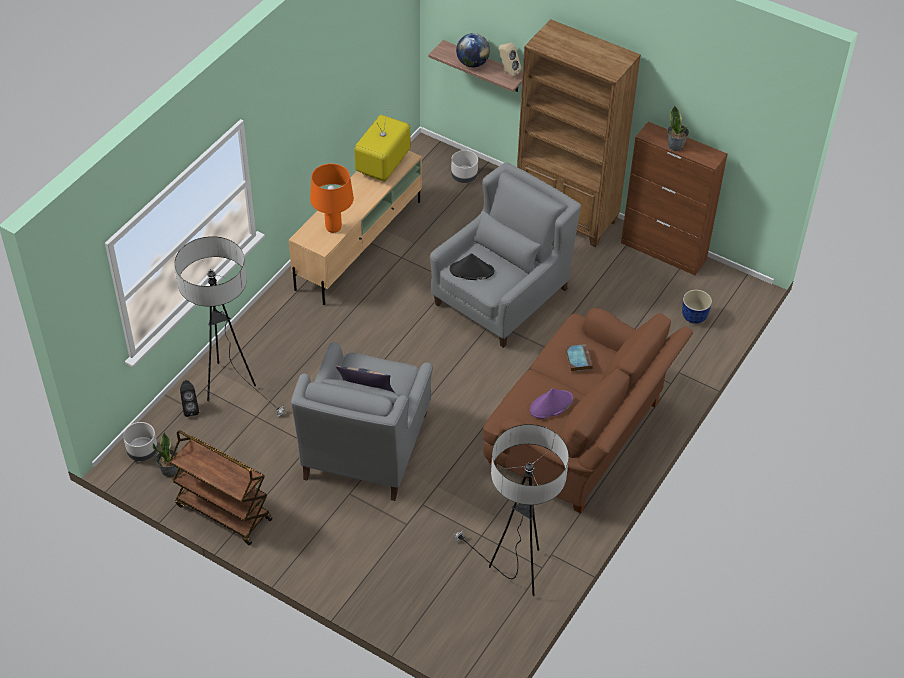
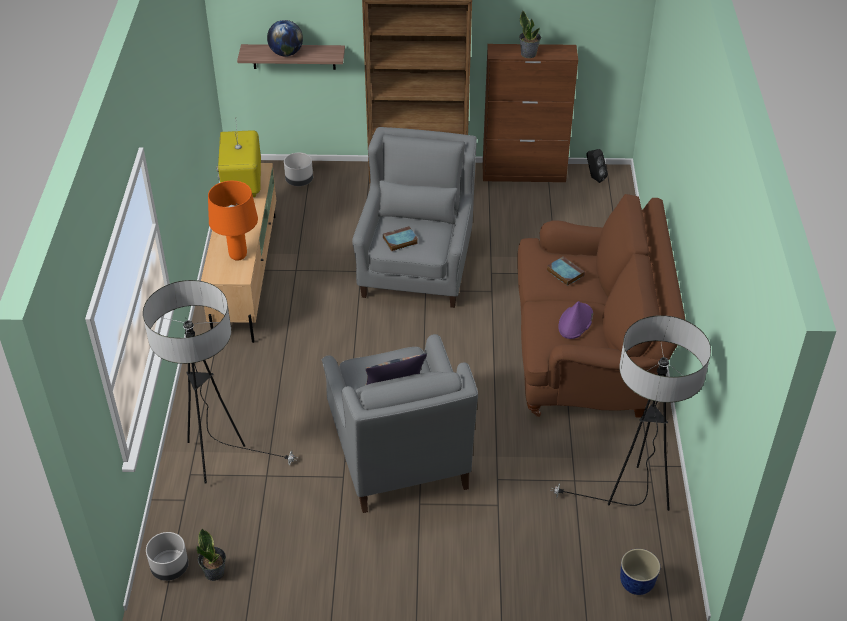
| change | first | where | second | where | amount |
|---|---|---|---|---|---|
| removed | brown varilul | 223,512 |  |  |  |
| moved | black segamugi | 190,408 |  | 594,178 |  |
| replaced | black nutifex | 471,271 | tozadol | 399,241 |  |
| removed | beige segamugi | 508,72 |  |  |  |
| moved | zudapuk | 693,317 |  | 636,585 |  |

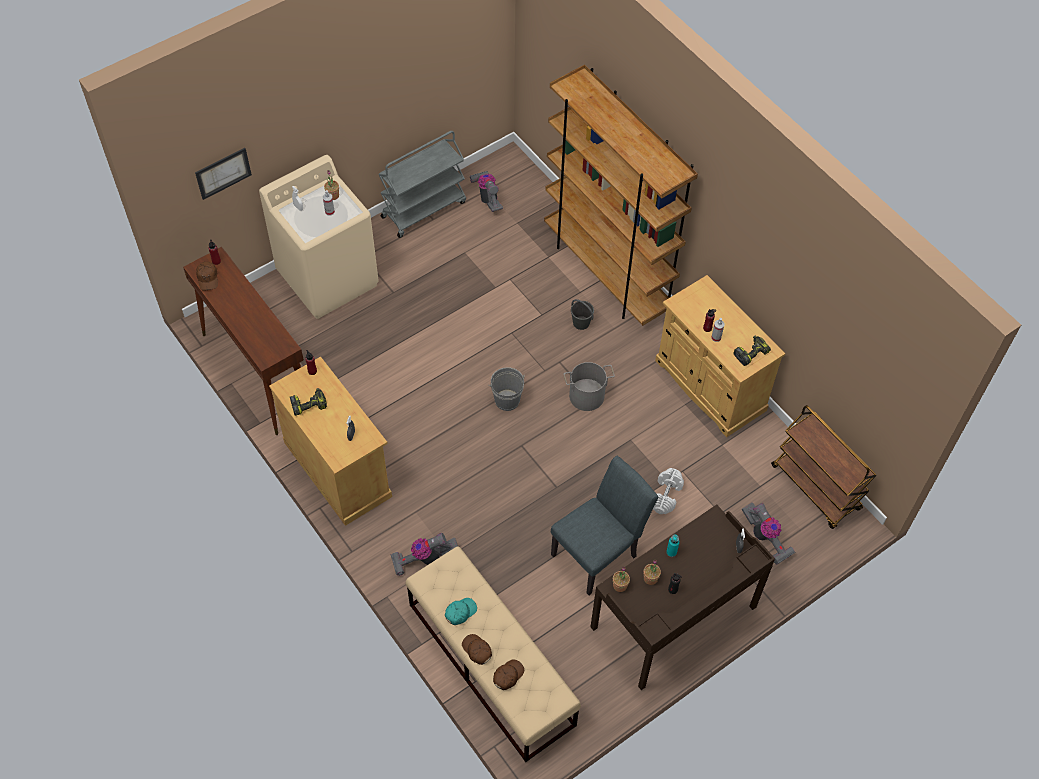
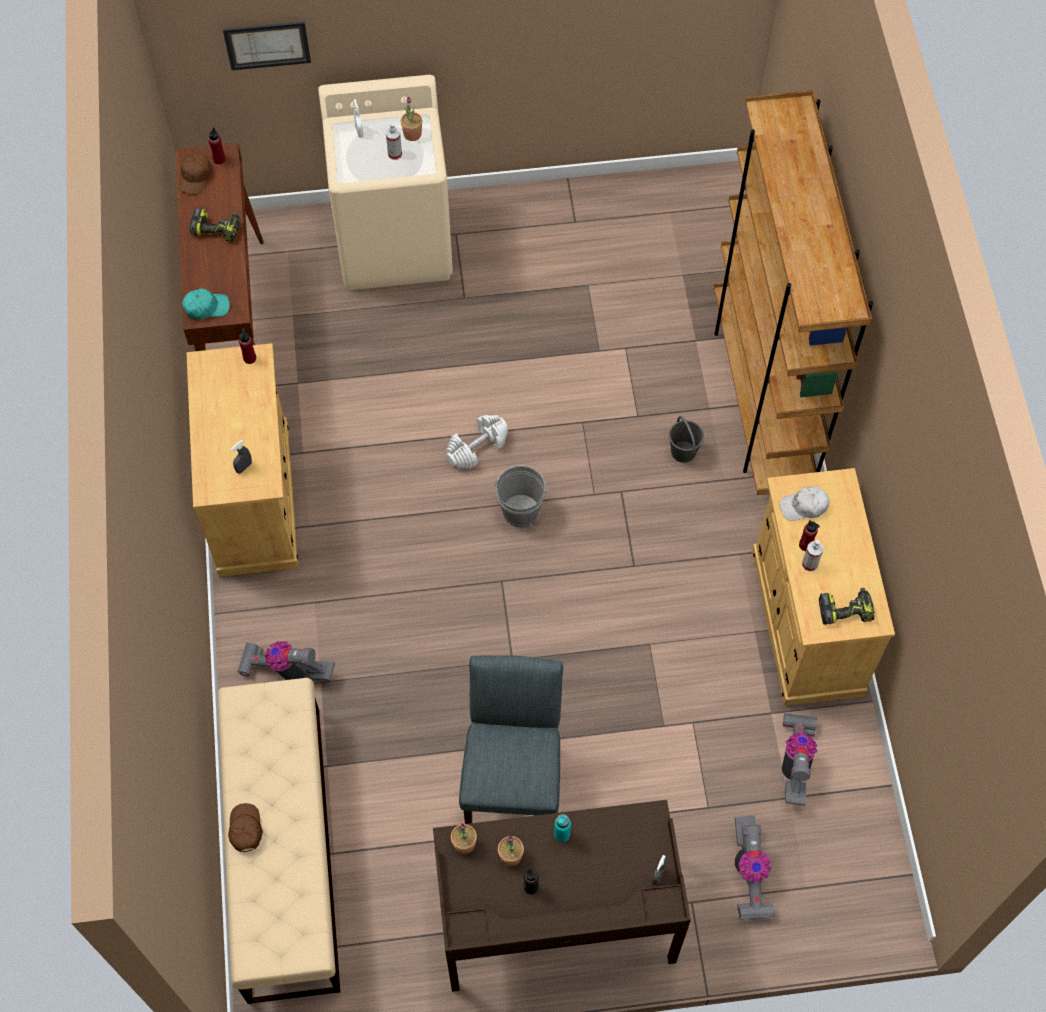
| change | first | where | second | where | amount |
|---|---|---|---|---|---|
| moved | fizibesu | 309,404 |  | 217,228 |  |
| removed | grey varilul | 424,209 |  |  |  |
| moved | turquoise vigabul | 460,612 |  | 206,307 |  |
| moved | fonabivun | 487,197 |  | 796,763 |  |
| removed | brown vigabul | 508,676 |  |  |  |
| turned | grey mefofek | 599,552 |  | 513,776 | 75 degrees counterclockwise |
| removed | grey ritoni | 587,396 |  |  |  |
| moved | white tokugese | 665,495 |  | 477,447 |  |
| removed | brown varilul | 816,488 |  |  |  |
| added |  |  | white vigabul | 804,506 |  |

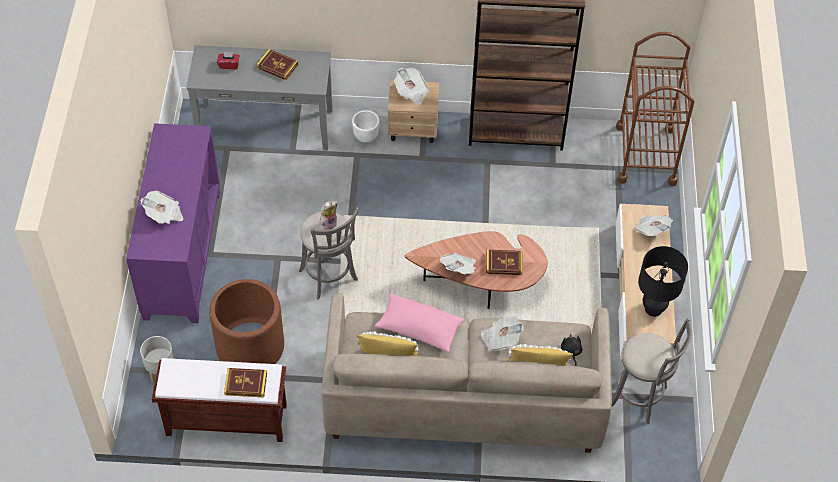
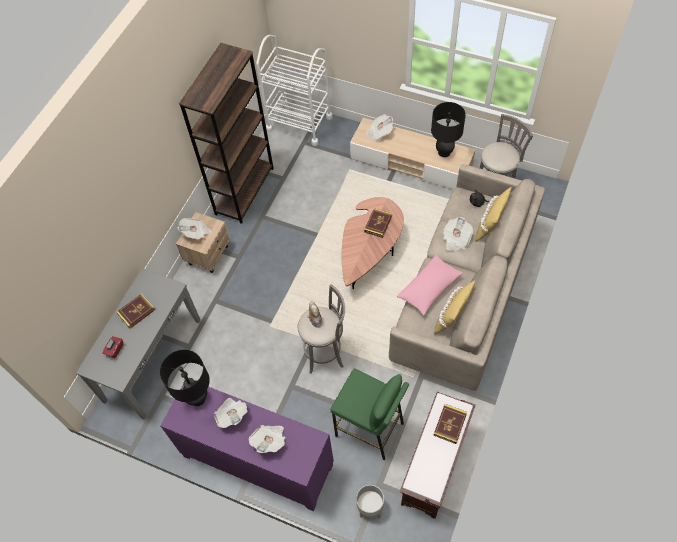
| change | first | where | second | where | amount |
|---|---|---|---|---|---|
| replaced | brown zudapuk | 250,346 | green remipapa | 370,429 |  |
| removed | white zudapuk | 366,136 |  |  |  |
| moved | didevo | 459,269 |  | 232,415 |  |
| recoloured | brown varilul | 646,154 | white varilul | 299,123 |  |
| added |  |  | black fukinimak | 197,398 |  |

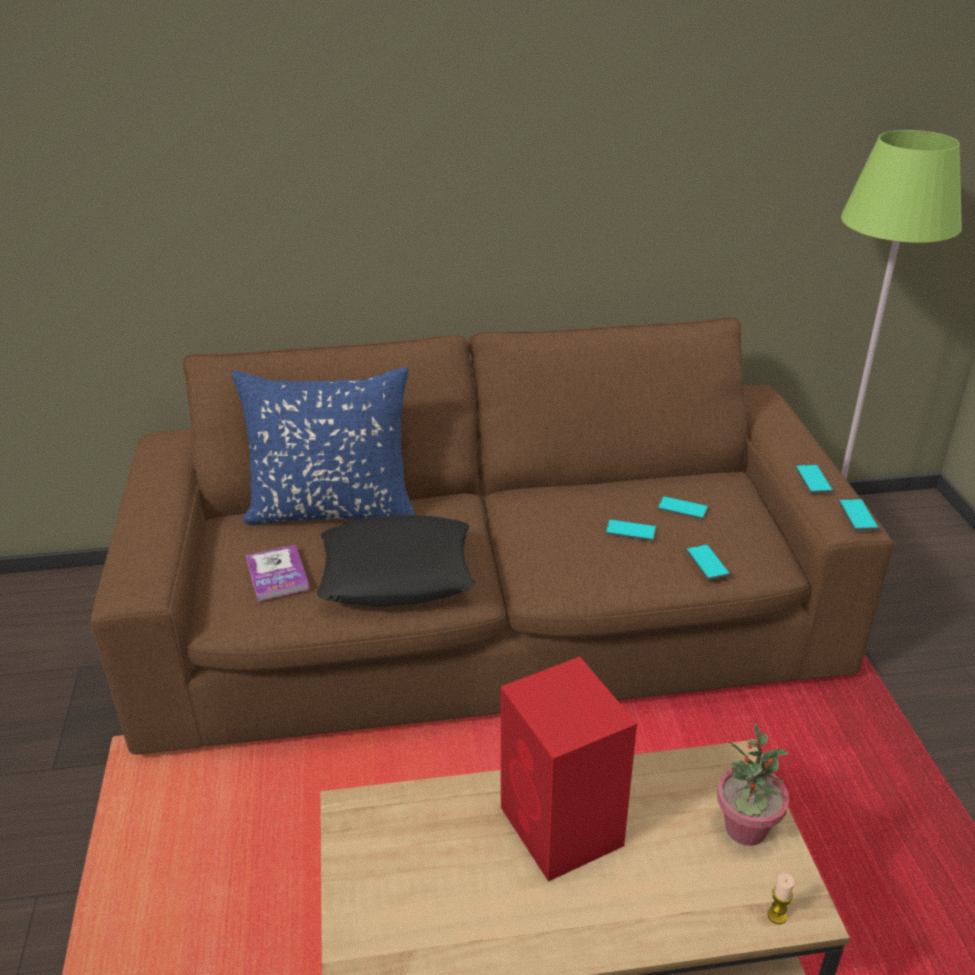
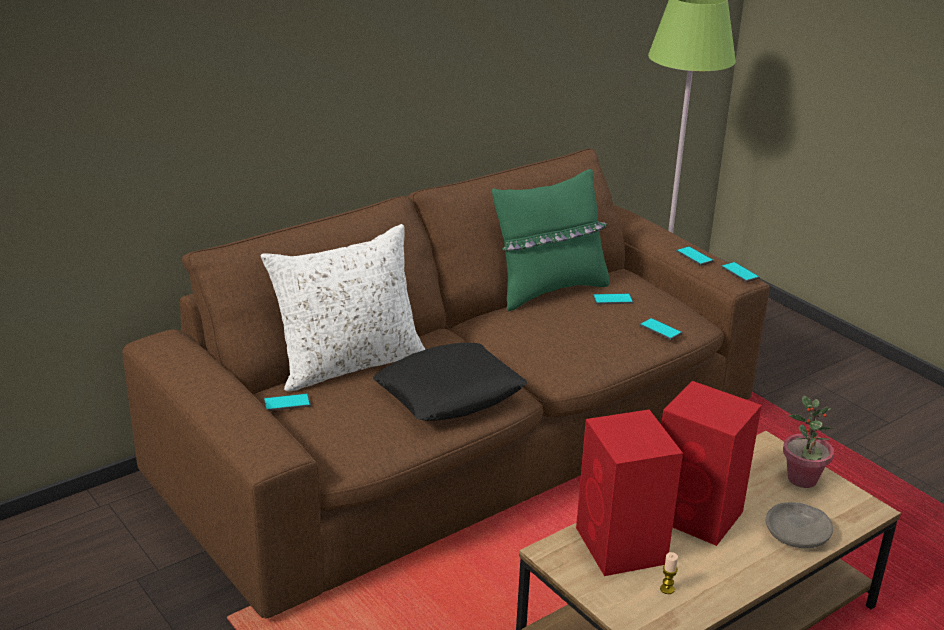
| change | first | where | second | where | amount |
|---|---|---|---|---|---|
| recoloured | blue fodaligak | 332,508 | white fodaligak | 348,363 |  |
| removed | tozadol | 277,574 |  |  |  |
| moved | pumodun | 631,531 |  | 287,403 |  |
| moved | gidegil | 777,915 |  | 667,589 |  |
| added |  |  | green fodaligak | 549,290 |  |
| added |  |  | red segamugi | 621,547 |  |
| added |  |  | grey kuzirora | 797,534 |  |

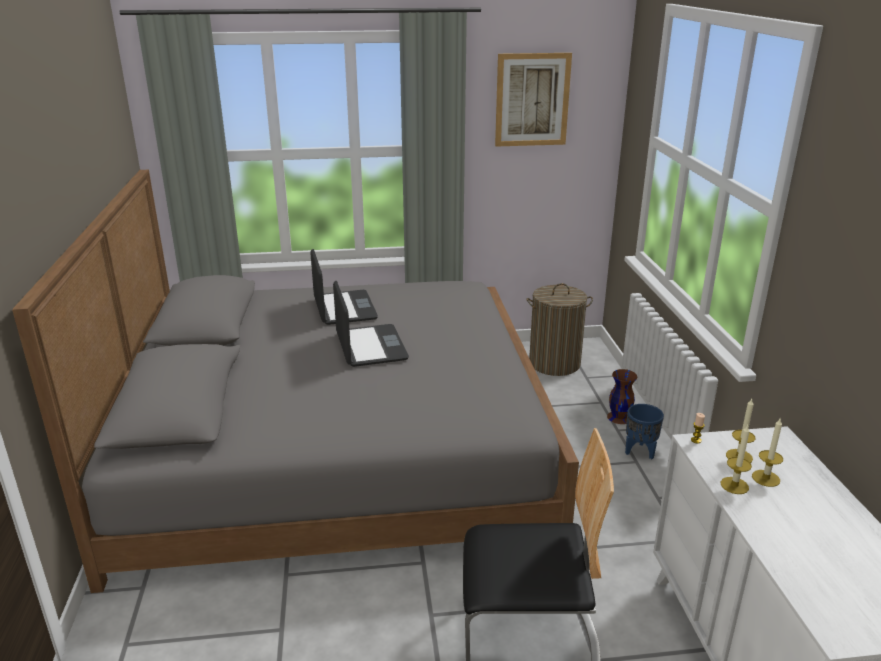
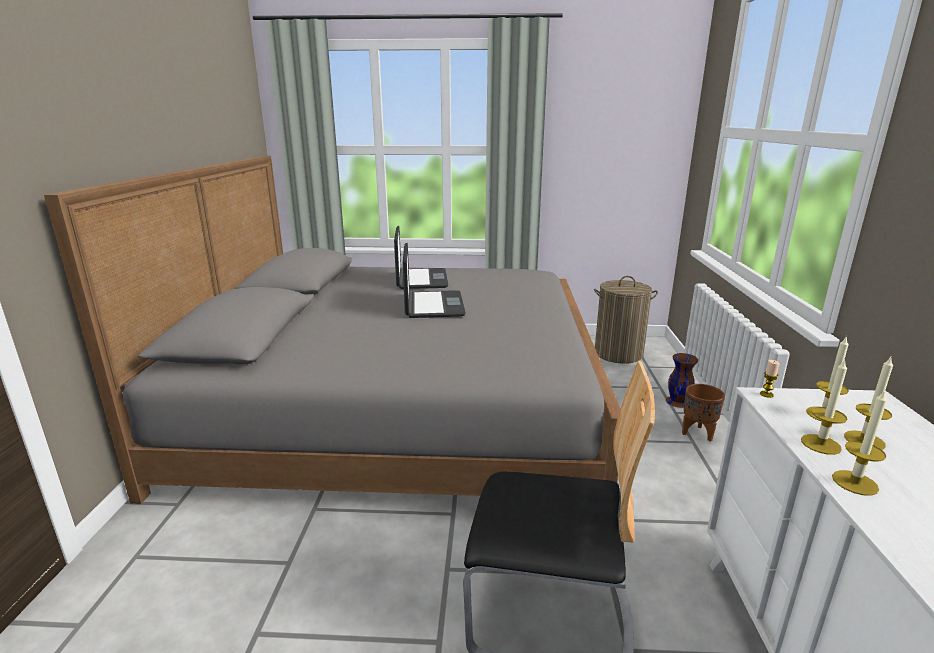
| change | first | where | second | where | amount |
|---|---|---|---|---|---|
| removed | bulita | 532,100 |  |  |  |
| recoloured | blue zudapuk | 639,452 | brown zudapuk | 697,433 |  |
| added |  |  | gidegil | 855,482 |  |

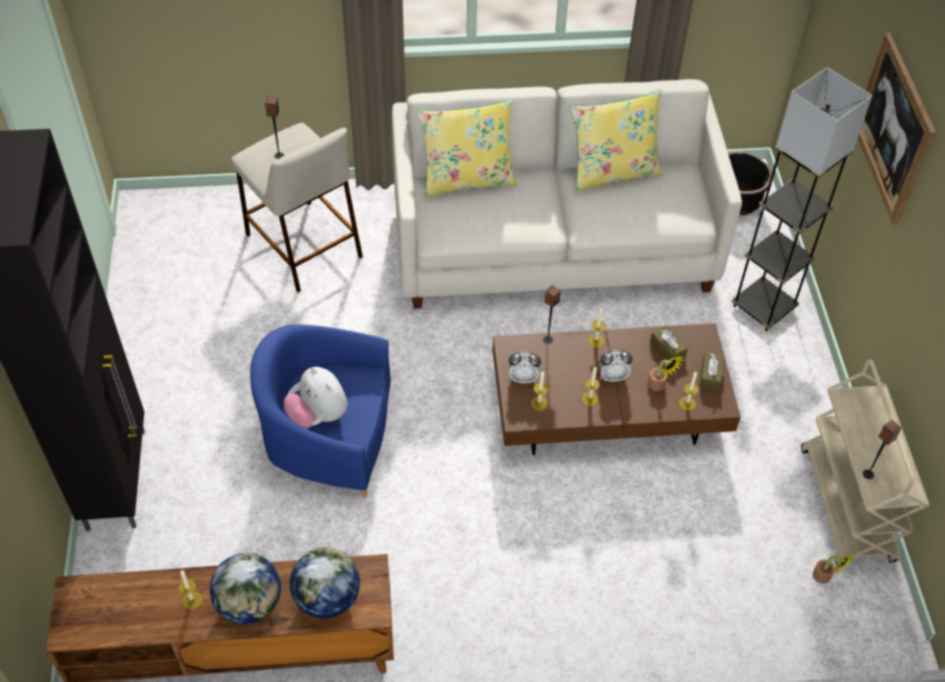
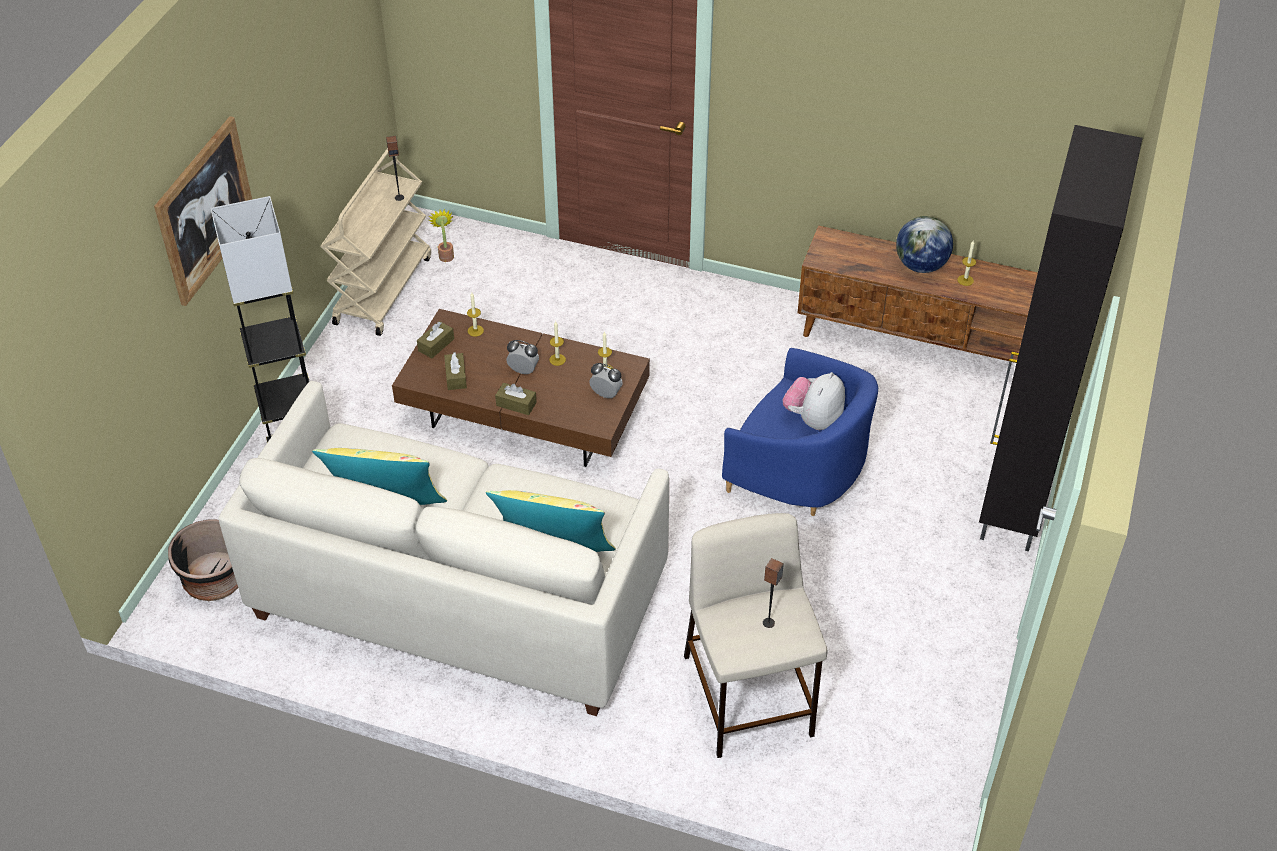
| change | first | where | second | where | amount |
|---|---|---|---|---|---|
| turned | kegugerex | 318,416 |  | 813,419 | 135 degrees counterclockwise |
| removed | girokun | 327,598 |  |  |  |
| removed | segamugi | 547,339 |  |  |  |
| replaced | gidegil | 596,341 | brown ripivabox | 516,404 |  |
| removed | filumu | 659,386 |  |  |  |

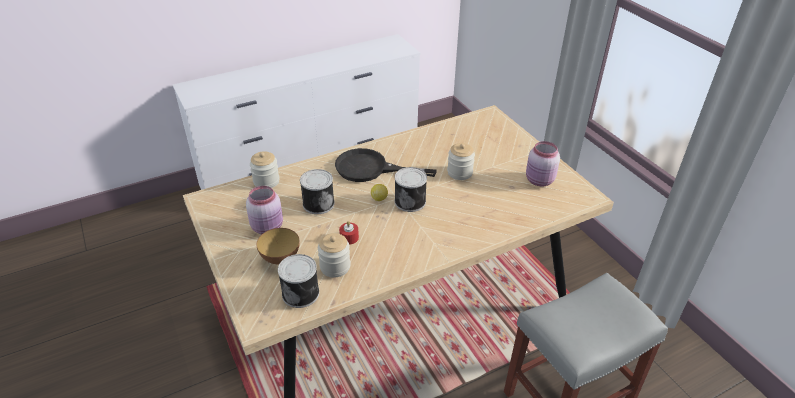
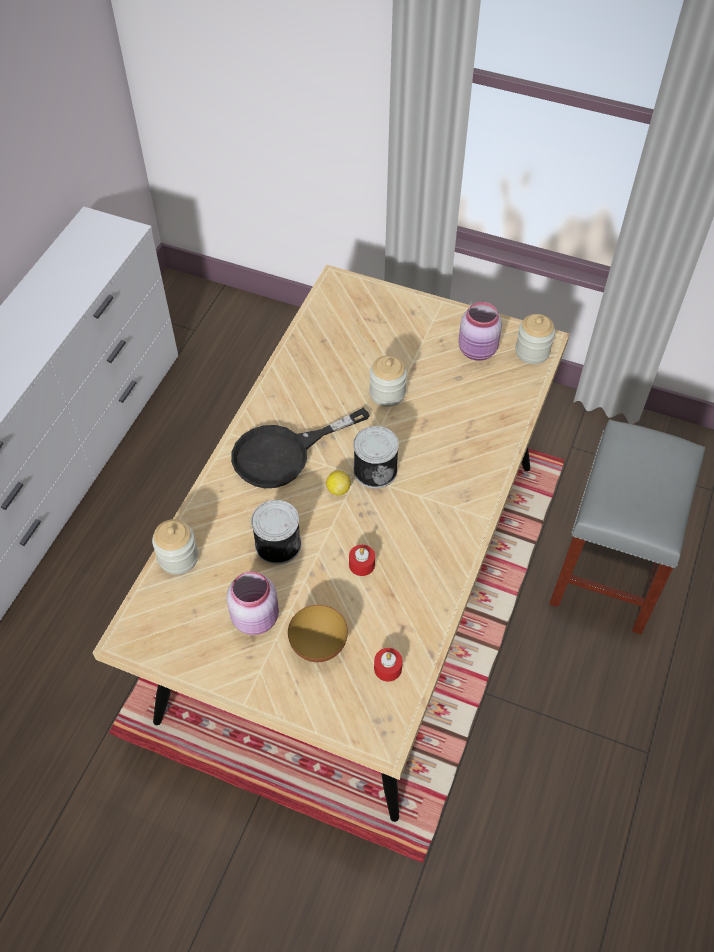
| change | first | where | second | where | amount |
|---|---|---|---|---|---|
| replaced | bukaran | 301,293 | red gidegil | 387,668 |  |
| moved | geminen | 335,267 |  | 532,352 |  |

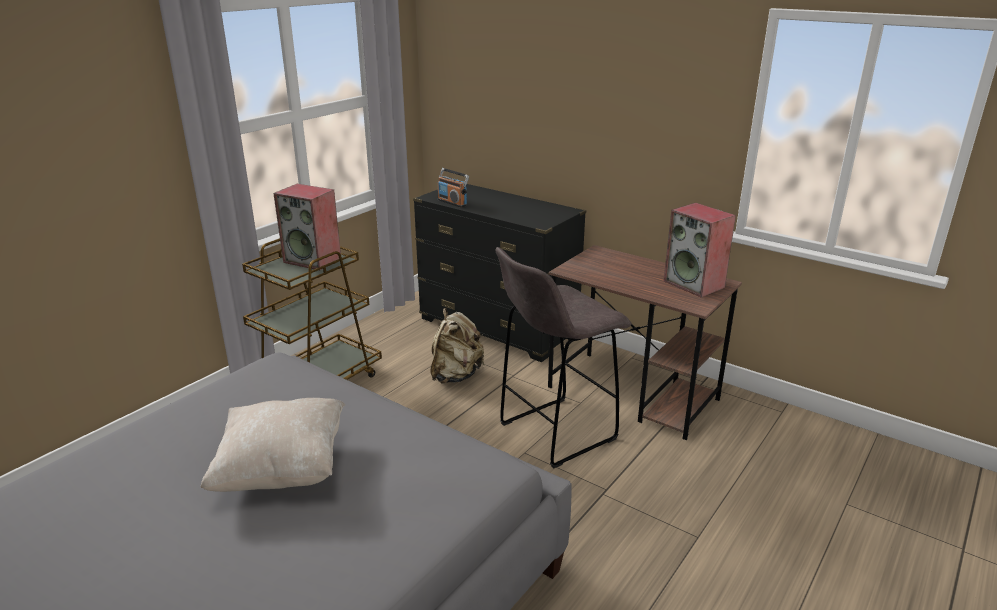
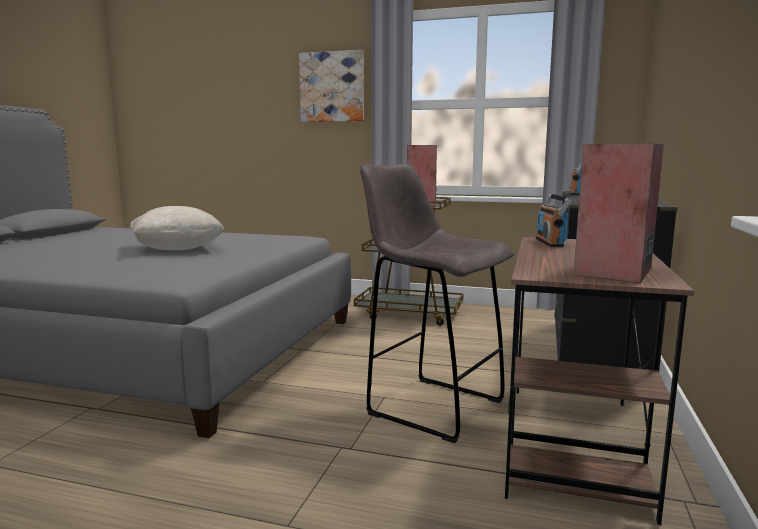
| change | first | where | second | where | amount |
|---|---|---|---|---|---|
| removed | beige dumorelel | 456,375 |  |  |  |
| added |  |  | bulita | 332,87 |  |
| added |  |  | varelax | 550,242 |  |

